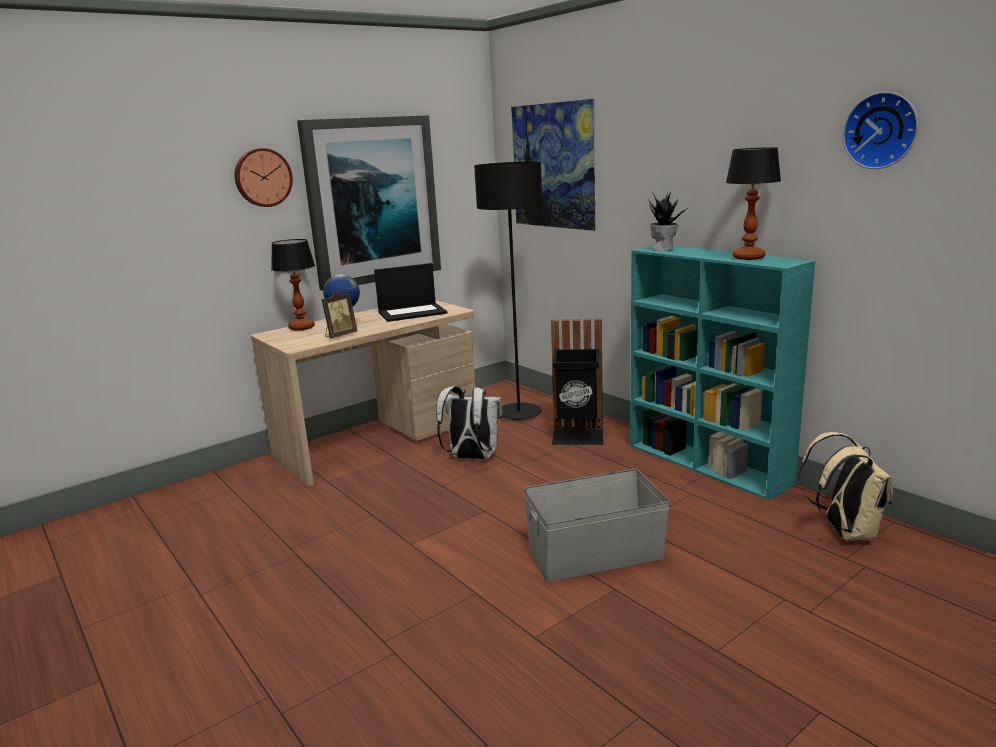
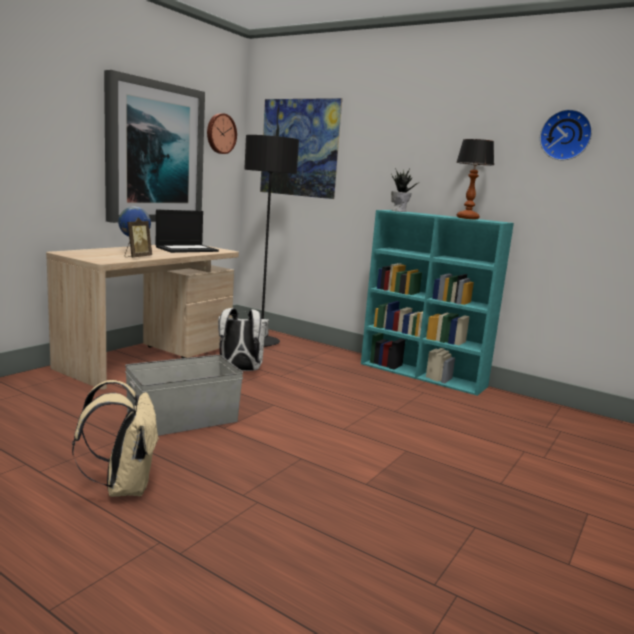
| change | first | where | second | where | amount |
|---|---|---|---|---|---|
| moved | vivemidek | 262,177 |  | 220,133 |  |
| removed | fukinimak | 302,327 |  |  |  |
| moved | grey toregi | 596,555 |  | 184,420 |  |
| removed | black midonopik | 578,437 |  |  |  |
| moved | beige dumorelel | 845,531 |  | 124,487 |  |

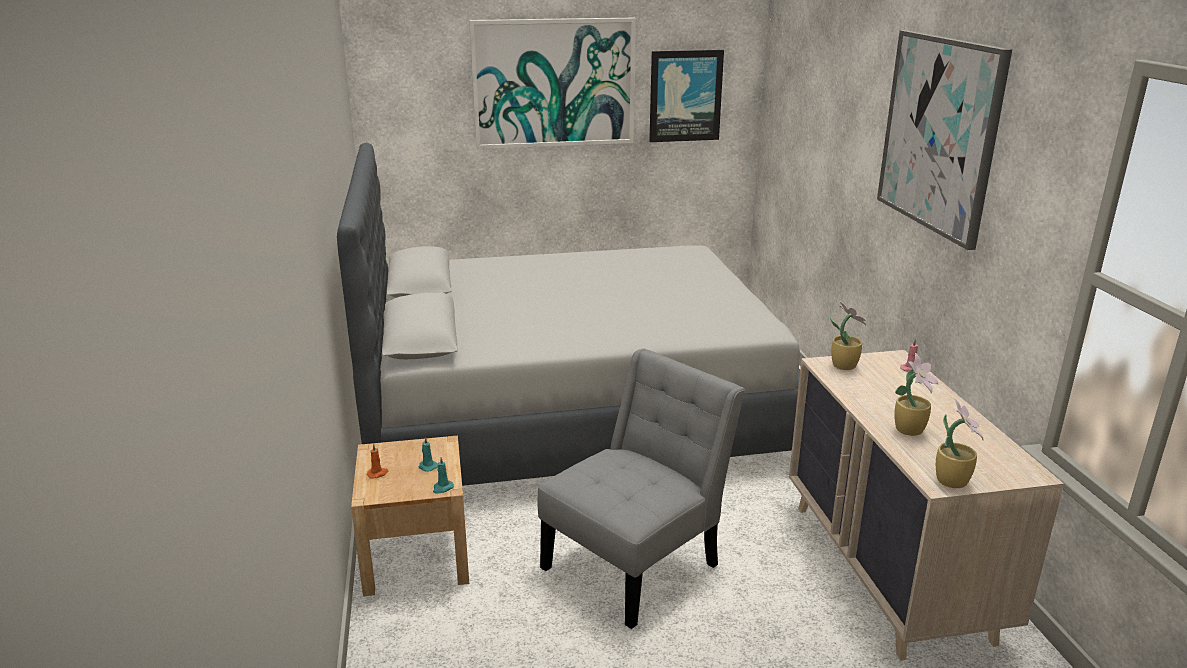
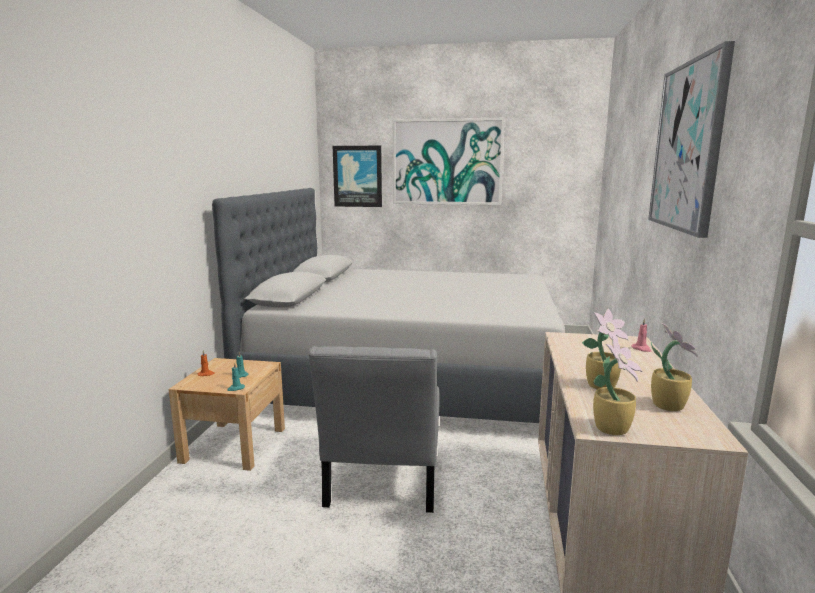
| change | first | where | second | where | amount |
|---|---|---|---|---|---|
| turned | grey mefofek | 637,562 |  | 382,482 | 120 degrees clockwise |
| moved | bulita | 685,96 |  | 357,176 |  |
| moved | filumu | 843,365 |  | 667,405 |  |

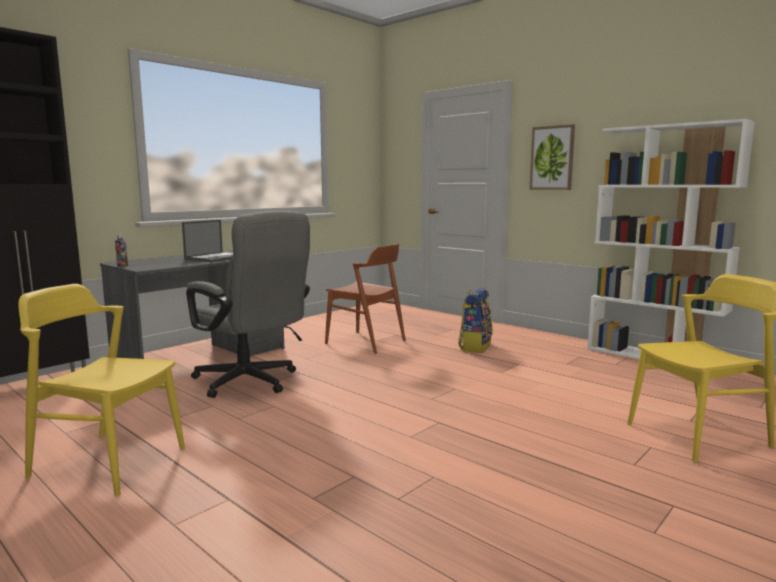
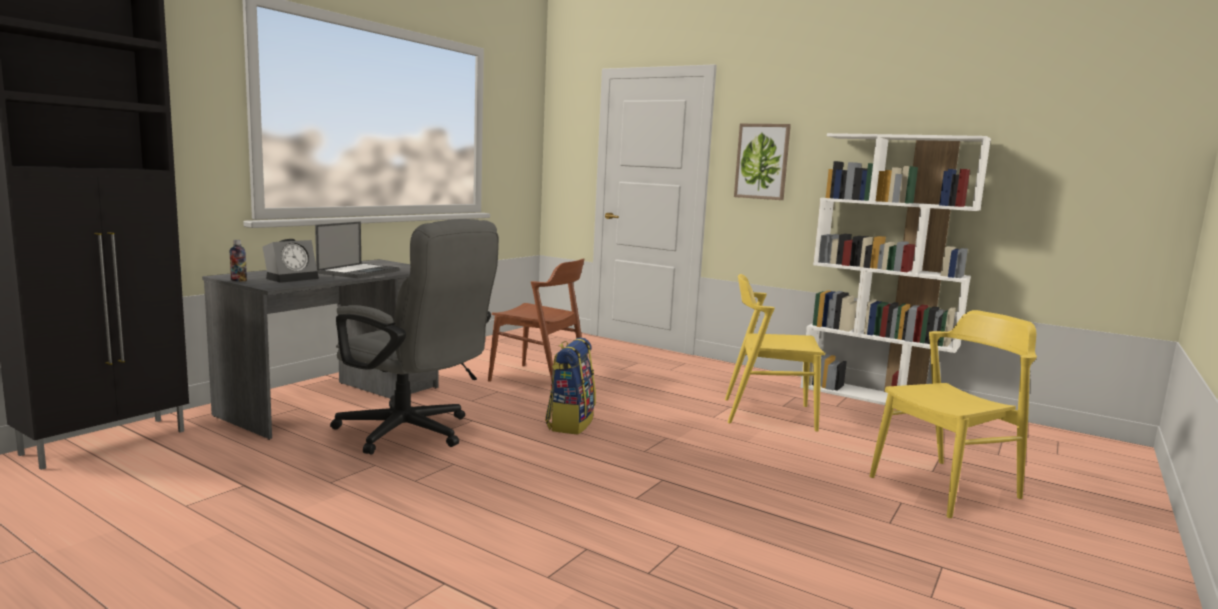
| change | first | where | second | where | amount |
|---|---|---|---|---|---|
| moved | yellow mefofek | 108,462 |  | 768,414 |  |
| moved | dumorelel | 475,347 |  | 570,423 |  |
| added |  |  | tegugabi | 292,278 |  |

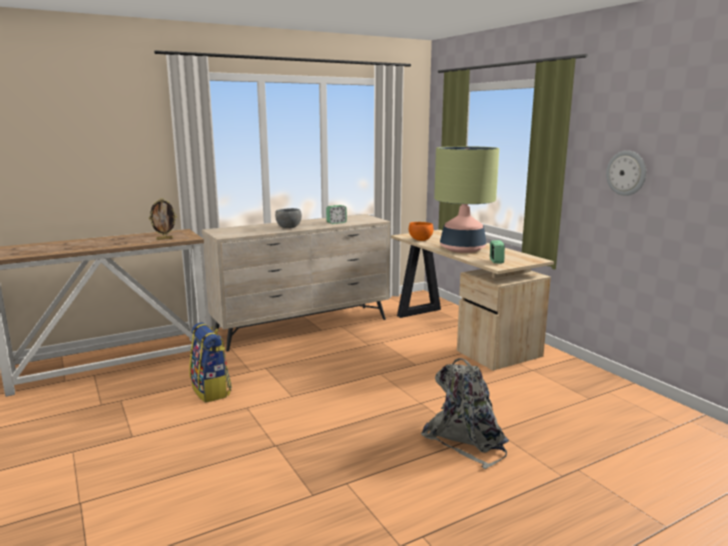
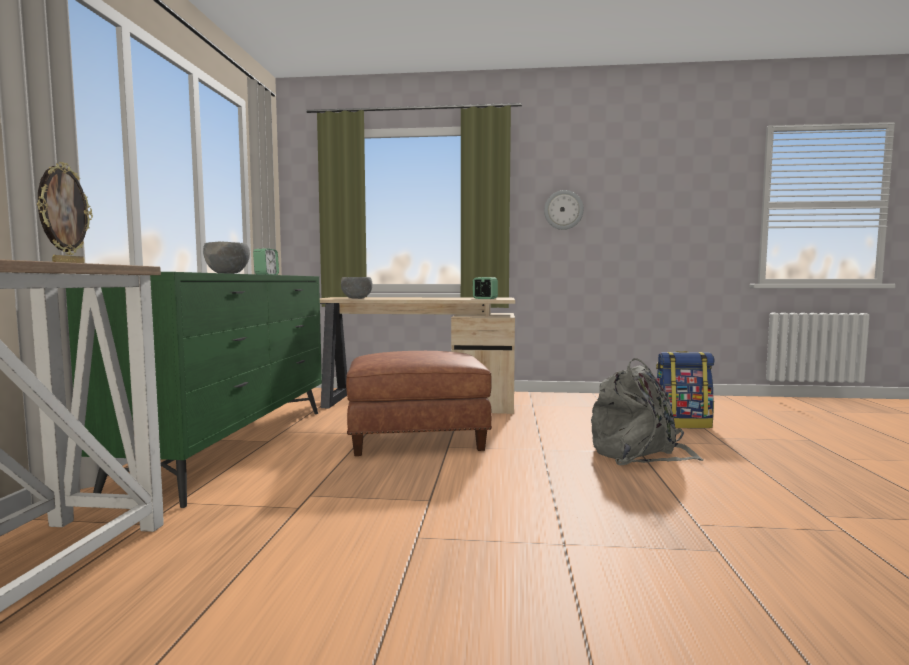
| change | first | where | second | where | amount |
|---|---|---|---|---|---|
| moved | dumorelel | 211,391 |  | 682,424 |  |
| recoloured | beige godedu | 303,327 | green godedu | 235,446 |  |
| recoloured | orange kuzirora | 420,240 | grey kuzirora | 357,298 |  |
| removed | fukinimak | 462,249 |  |  |  |
| added |  |  | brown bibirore | 416,439 |  |

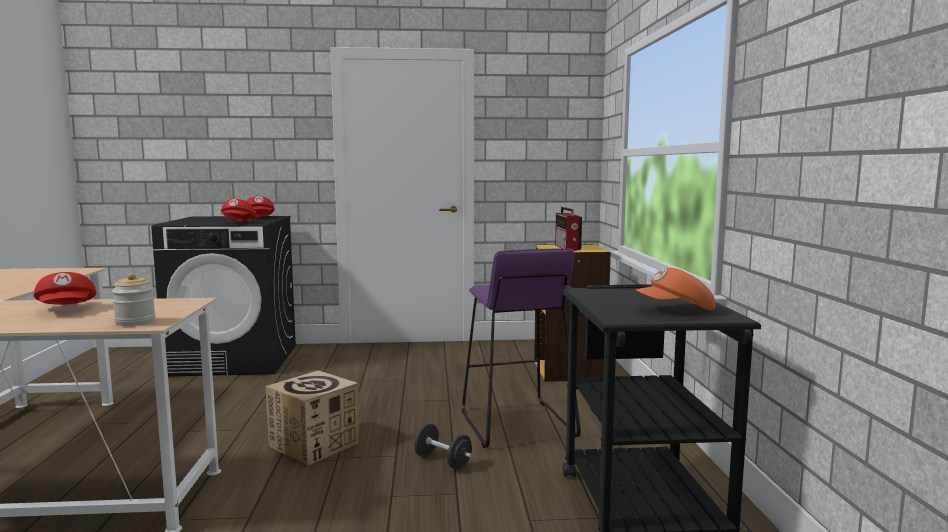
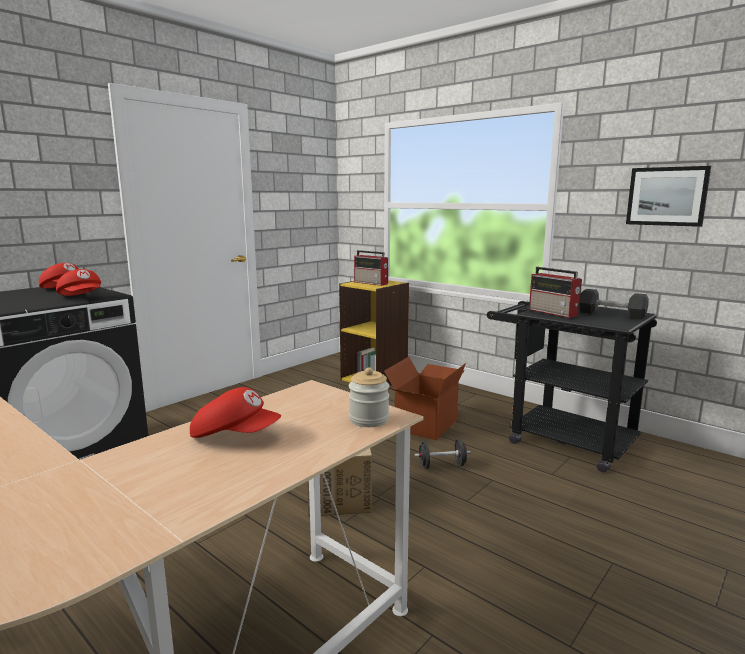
| change | first | where | second | where | amount |
|---|---|---|---|---|---|
| replaced | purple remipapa | 516,424 | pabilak | 425,424 |  |
| replaced | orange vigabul | 676,310 | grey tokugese | 611,315 |  |
| added |  |  | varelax | 554,312 |  |
| added |  |  | bulita | 666,196 |  |

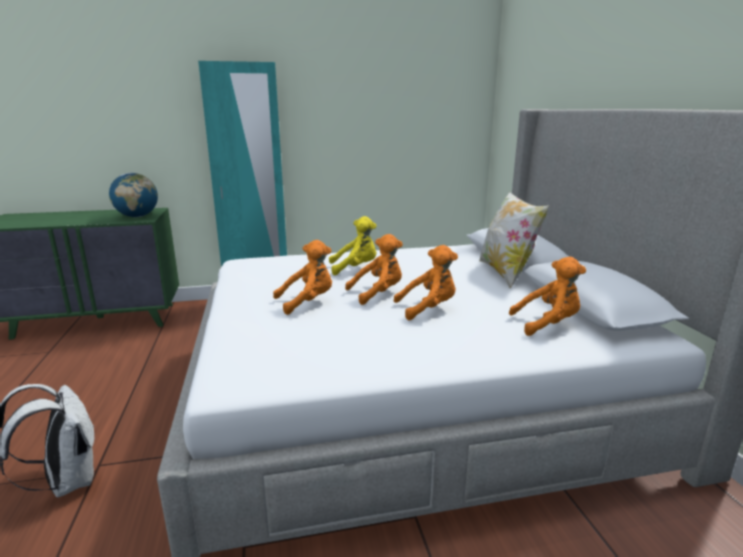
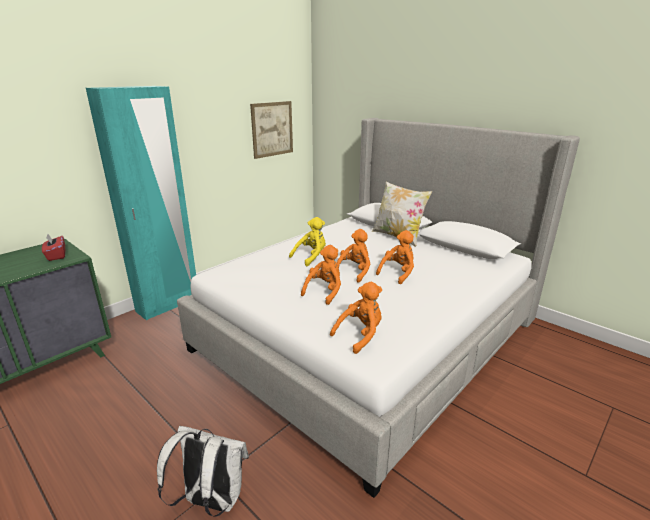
| change | first | where | second | where | amount |
|---|---|---|---|---|---|
| replaced | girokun | 137,216 | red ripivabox | 56,256 |  |
| moved | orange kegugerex | 548,324 |  | 360,335 |  |
| added |  |  | bulita | 272,129 |  |

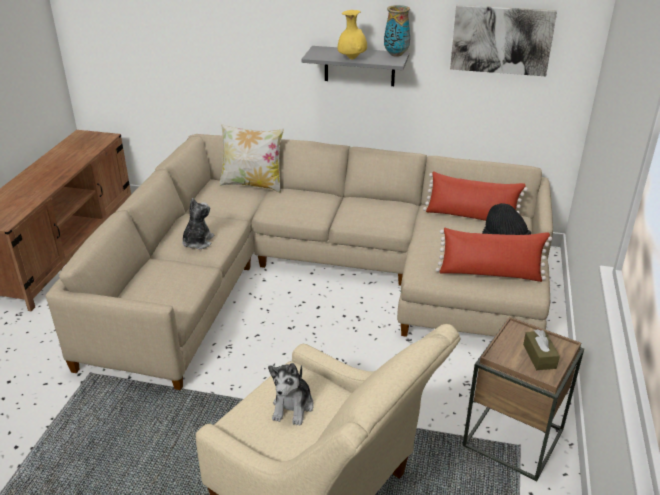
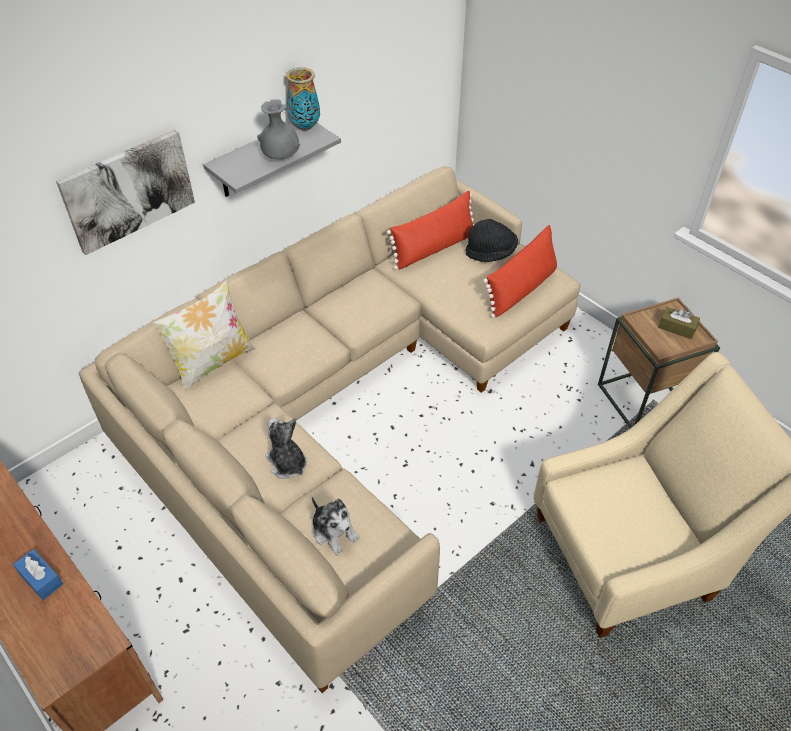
| change | first | where | second | where | amount |
|---|---|---|---|---|---|
| moved | kegugerex | 293,407 |  | 334,532 |  |
| recoloured | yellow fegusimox | 351,59 | grey fegusimox | 281,158 |  |
| moved | bulita | 501,40 |  | 128,190 |  |
| added |  |  | blue ripivabox | 41,578 |  |

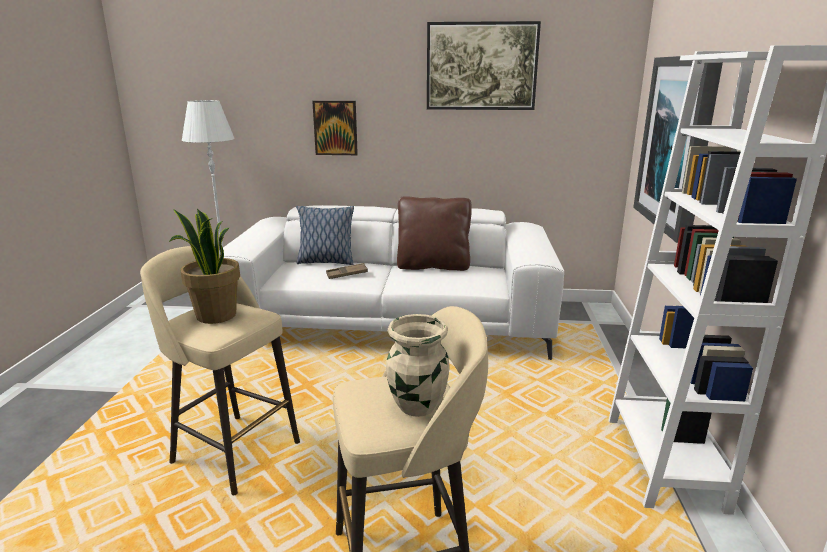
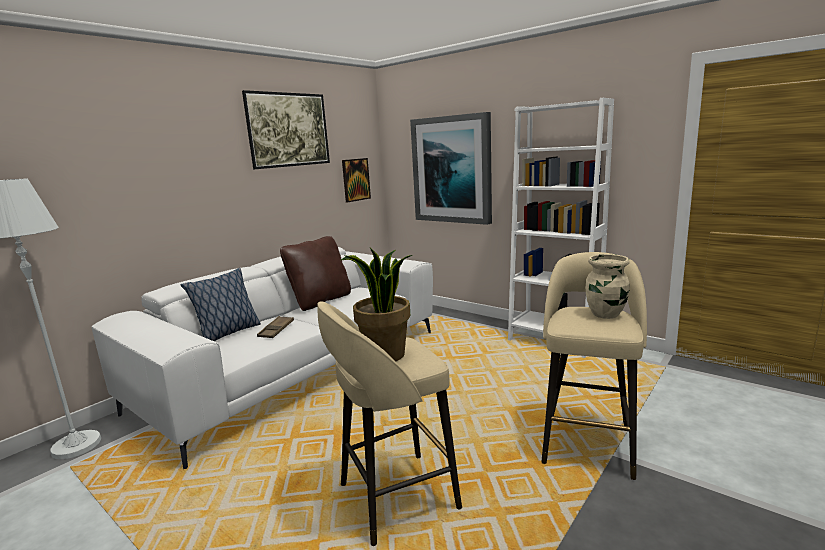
| change | first | where | second | where | amount |
|---|---|---|---|---|---|
| moved | bulita | 335,128 |  | 355,179 |  |

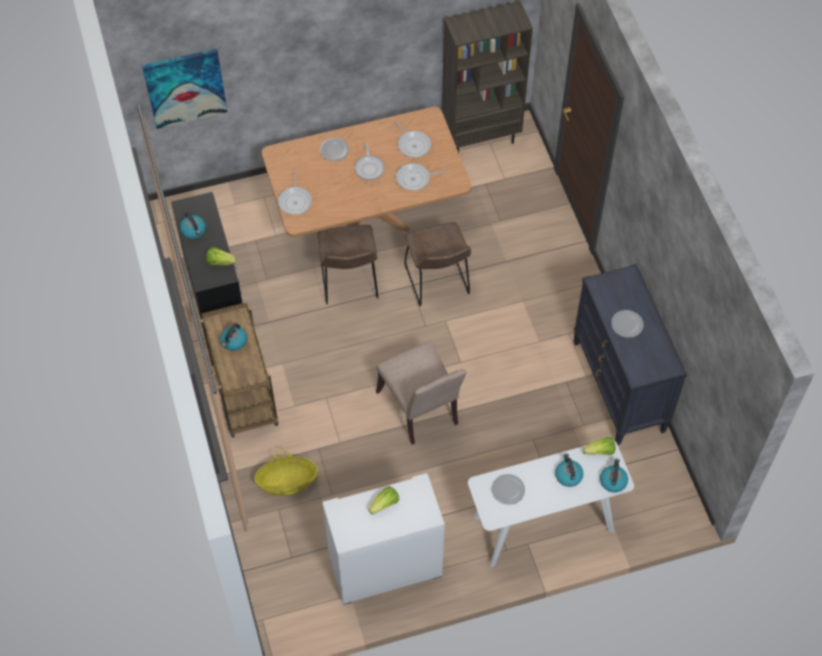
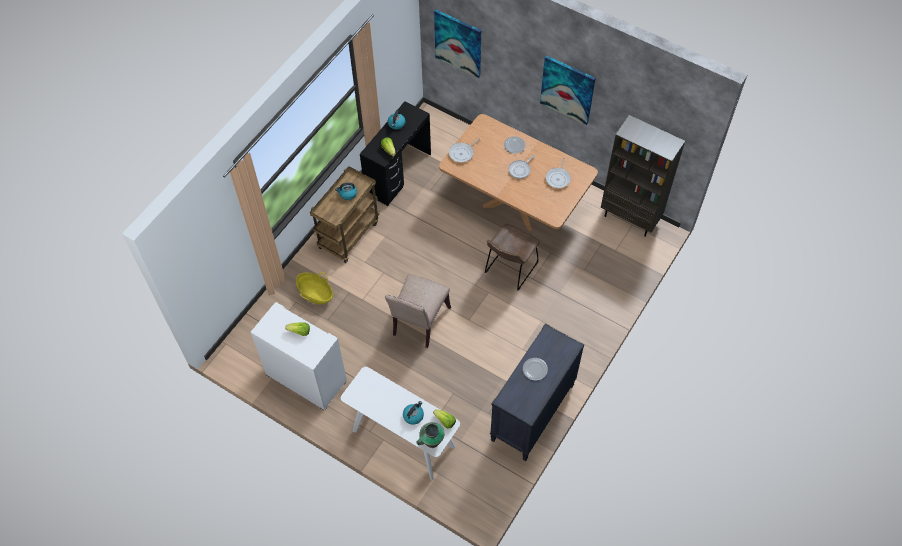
| change | first | where | second | where | amount |
|---|---|---|---|---|---|
| removed | brown mefofek | 349,283 |  |  |  |
| removed | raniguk | 415,179 |  |  |  |
| removed | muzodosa | 508,489 |  |  |  |
| replaced | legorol | 613,481 | fegusimox | 431,442 |  |
| added |  |  | bulita | 567,89 |  |

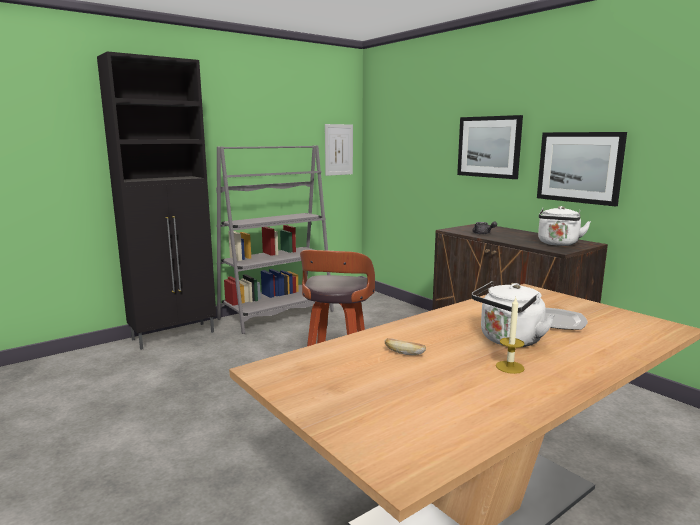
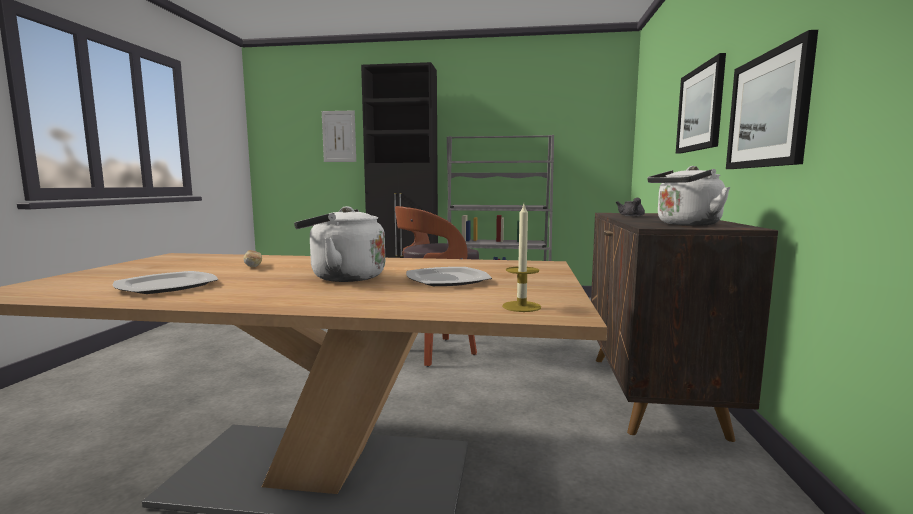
| change | first | where | second | where | amount |
|---|---|---|---|---|---|
| moved | bulita | 338,149 |  | 339,136 |  |
| moved | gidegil | 510,367 |  | 521,306 |  |
| added |  |  | muzodosa | 166,286 |  |

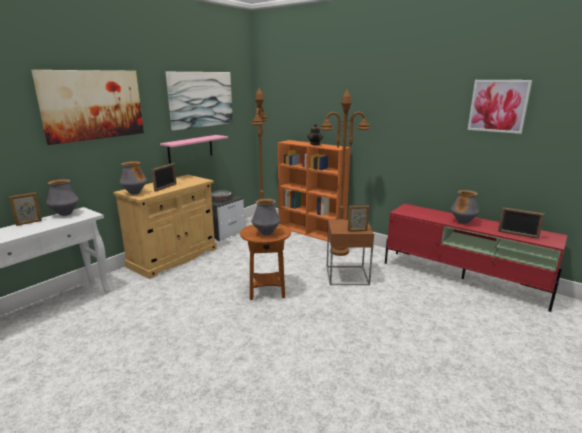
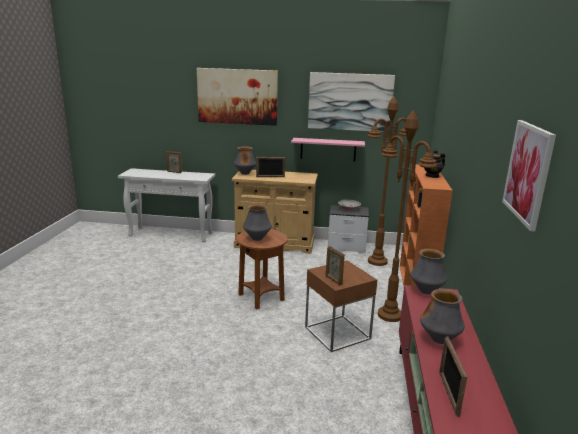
| change | first | where | second | where | amount |
|---|---|---|---|---|---|
| moved | fegusimox | 65,214 |  | 426,291 |  |

